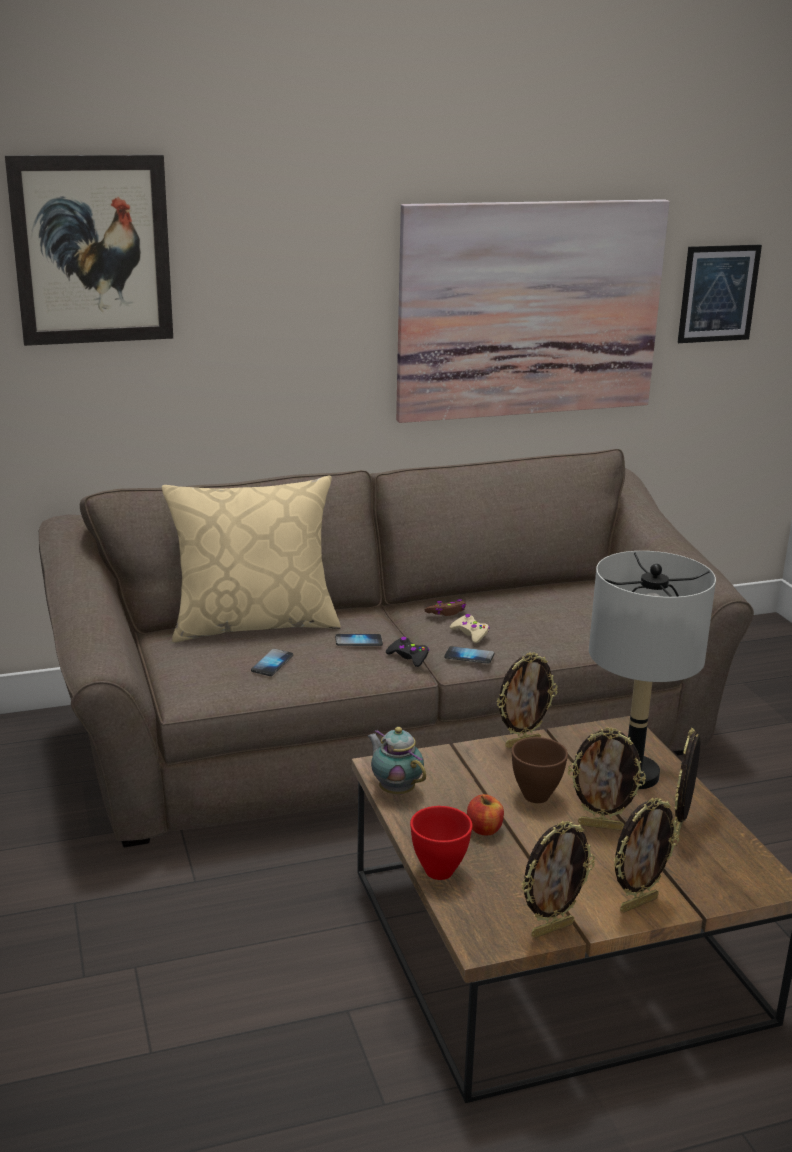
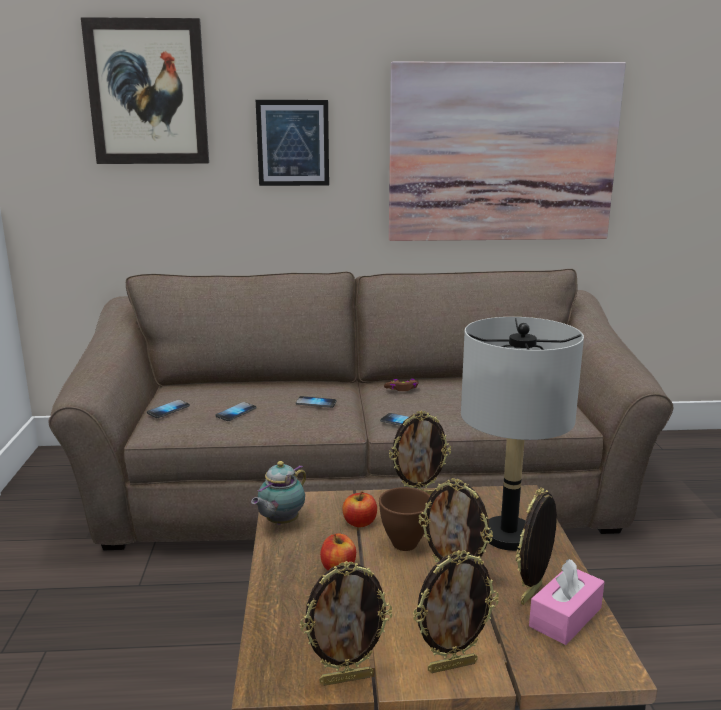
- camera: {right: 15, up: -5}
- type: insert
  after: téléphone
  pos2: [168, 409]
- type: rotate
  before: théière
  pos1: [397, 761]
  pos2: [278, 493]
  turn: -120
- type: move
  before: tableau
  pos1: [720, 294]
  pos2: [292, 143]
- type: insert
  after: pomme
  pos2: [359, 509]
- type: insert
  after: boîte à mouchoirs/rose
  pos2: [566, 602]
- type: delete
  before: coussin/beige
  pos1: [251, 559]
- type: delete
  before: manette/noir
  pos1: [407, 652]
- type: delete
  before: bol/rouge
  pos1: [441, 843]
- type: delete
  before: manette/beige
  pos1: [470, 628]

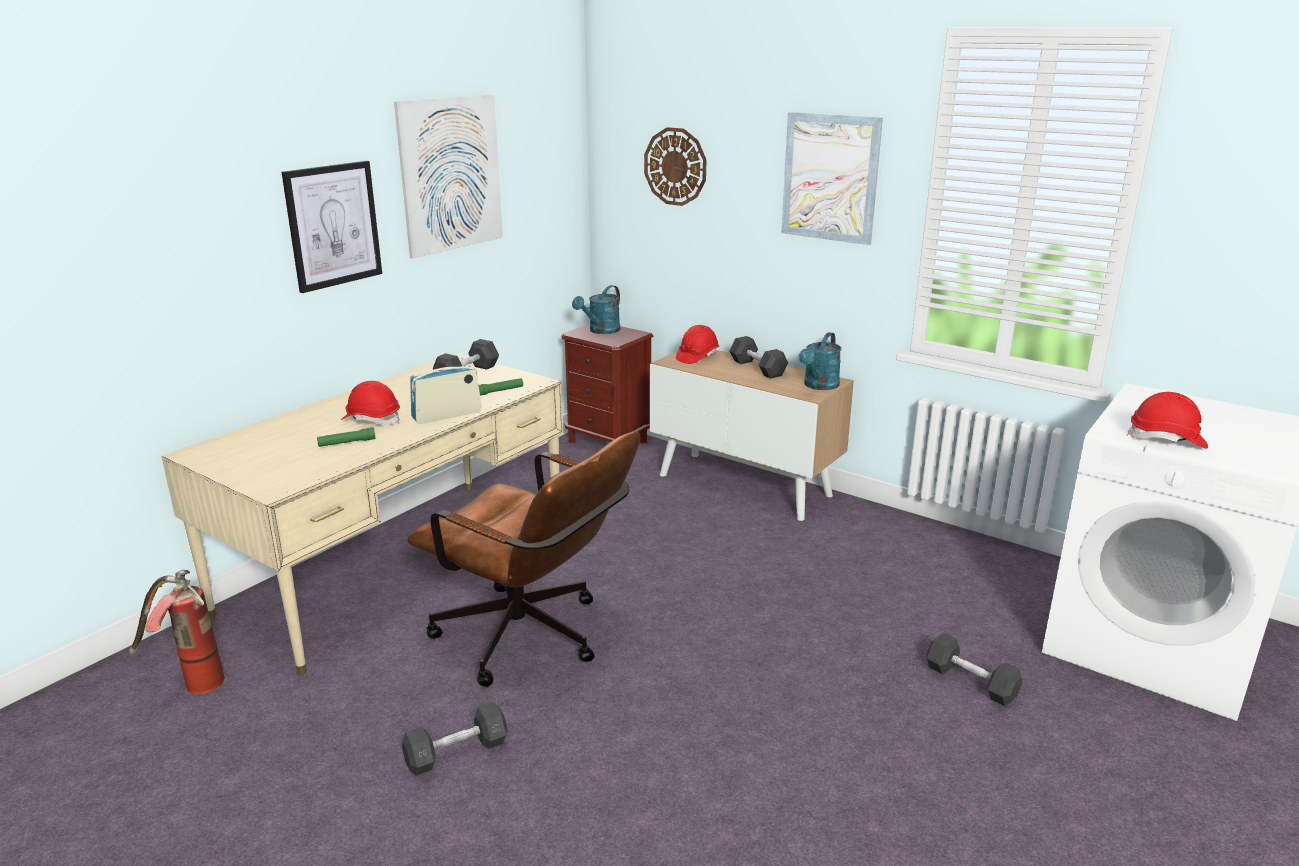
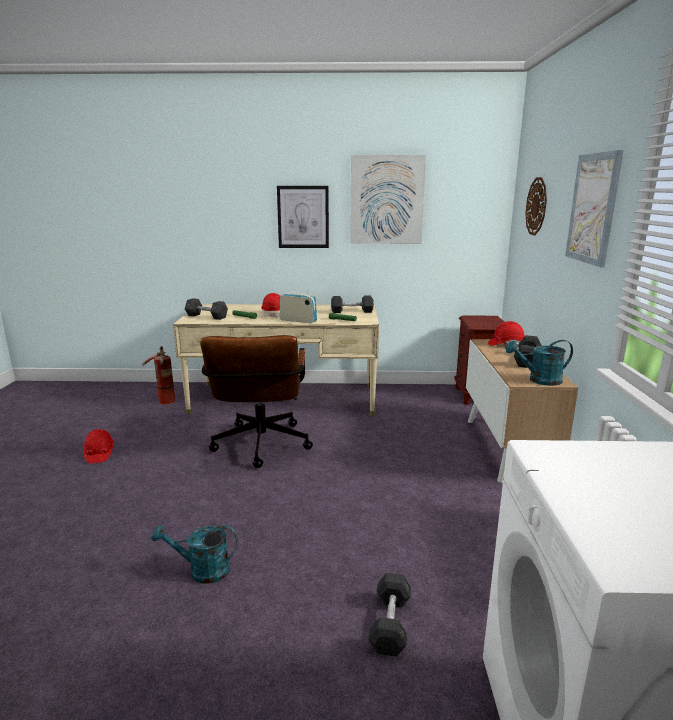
- camera: {right: 55, up: -5}
- type: move
  before: casque de chantier/rouge
  pos1: [1167, 420]
  pos2: [98, 446]
- type: move
  before: arrosoir/turquoise
  pos1: [596, 309]
  pos2: [194, 554]
- type: move
  before: haltère/gris
  pos1: [455, 739]
  pos2: [206, 309]

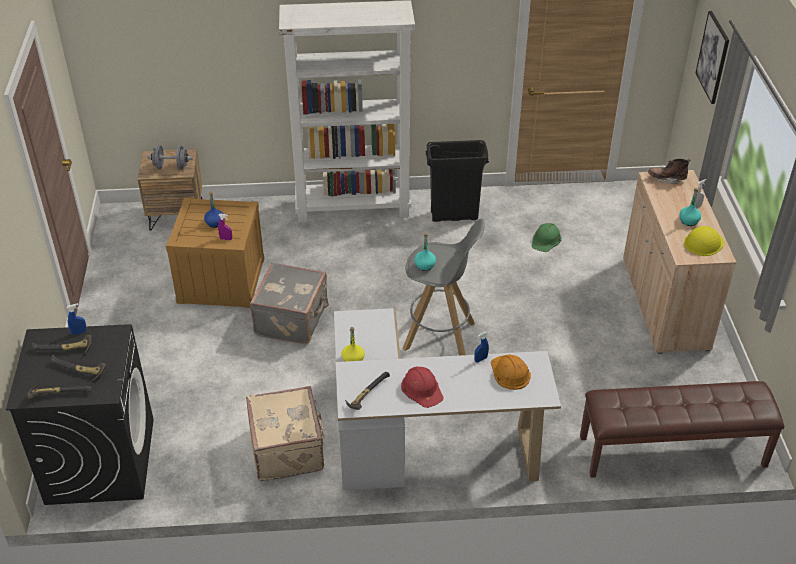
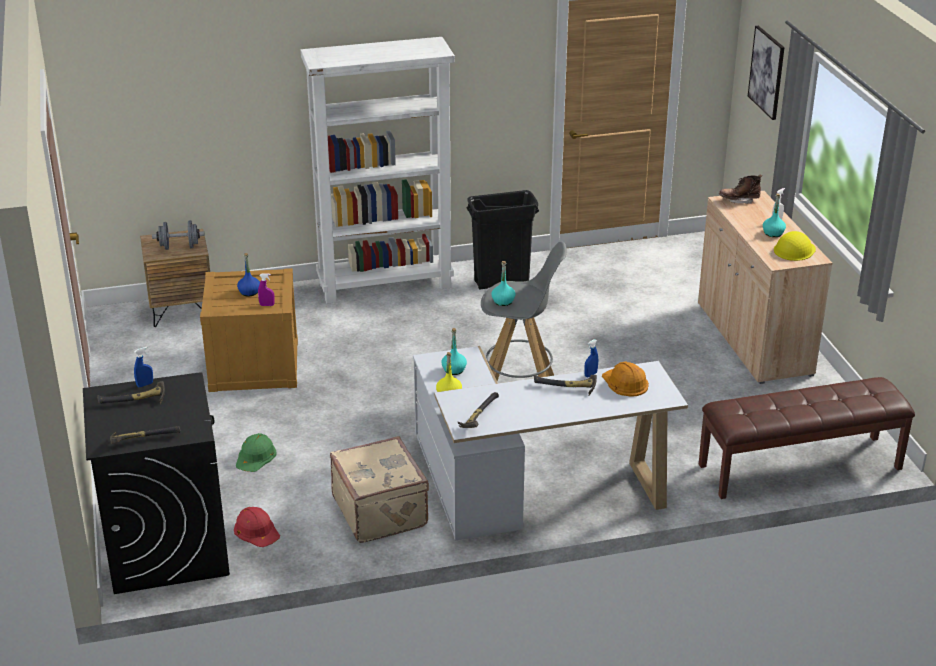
- camera: {right: -10, up: -10}
- type: move
  before: casque de chantier/rouge
  pos1: [422, 387]
  pos2: [257, 527]
- type: move
  before: casque de chantier/vert
  pos1: [546, 237]
  pos2: [256, 452]
- type: insert
  after: bouteille/turquoise
  pos2: [454, 351]
- type: move
  before: marteau
  pos1: [79, 369]
  pos2: [565, 385]
- type: delete
  before: valise/gris
  pos1: [289, 303]

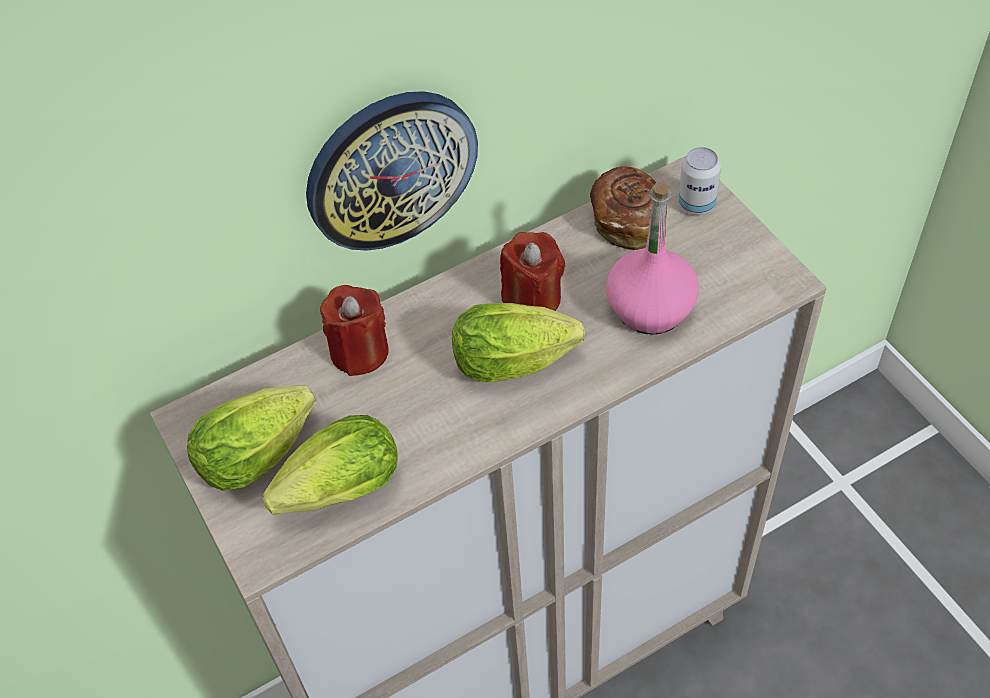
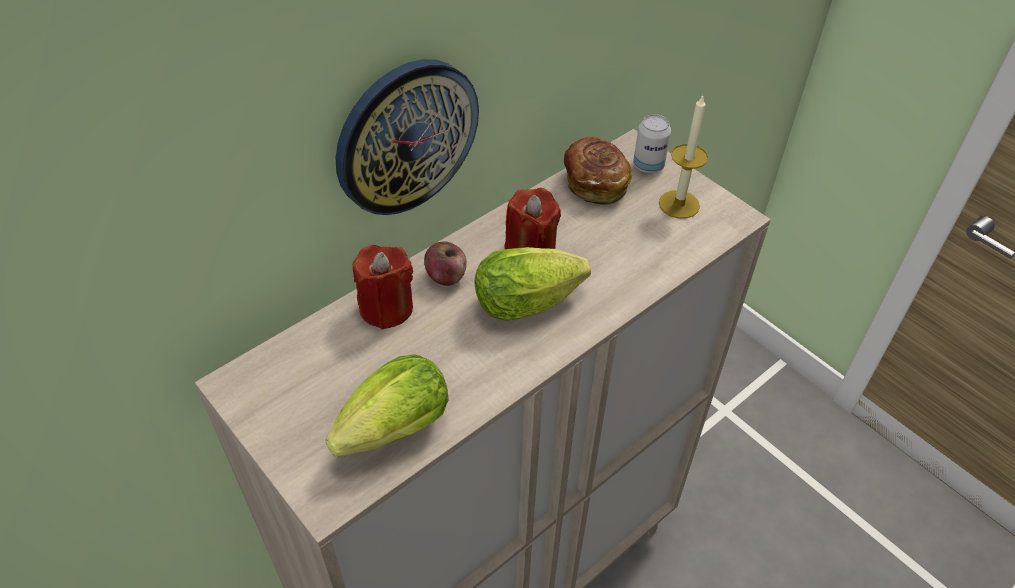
- camera: {right: -15, up: -5}
- type: insert
  after: pomme
  pos2: [445, 264]
- type: insert
  after: bougie
  pos2: [683, 157]
- type: delete
  before: laitue
  pos1: [251, 438]
- type: delete
  before: bouteille/rose
  pos1: [652, 258]

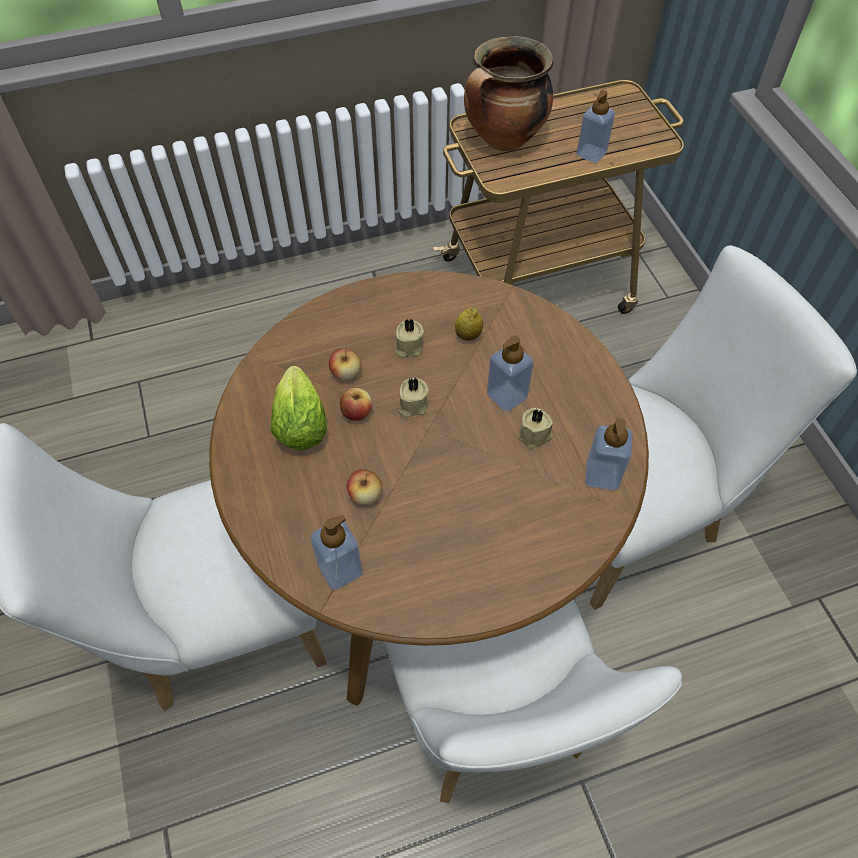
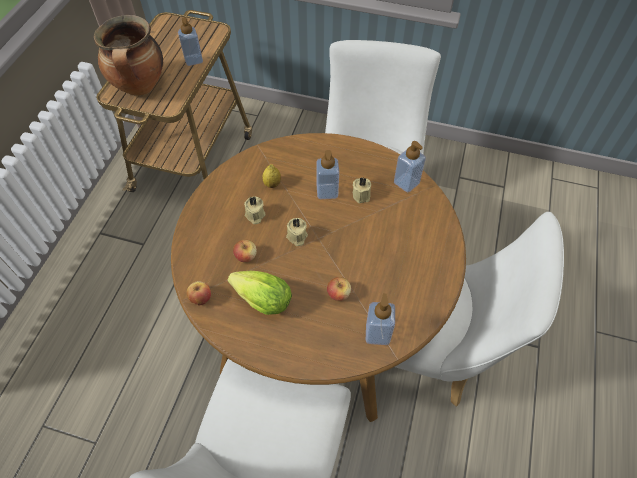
- camera: {right: -55, up: 0}
- type: move
  before: pomme
  pos1: [356, 404]
  pos2: [198, 293]

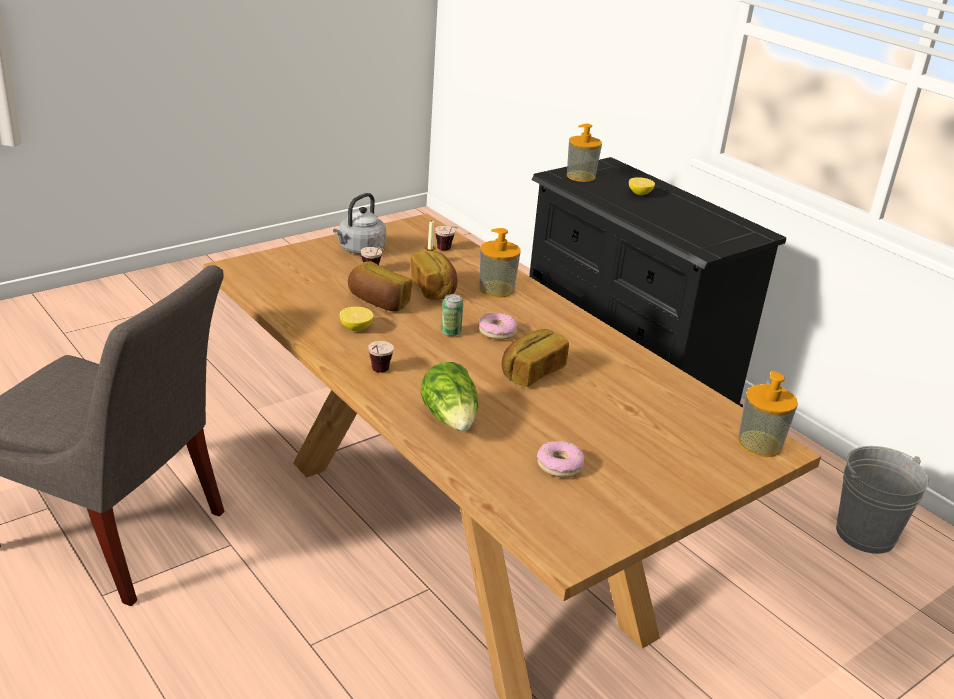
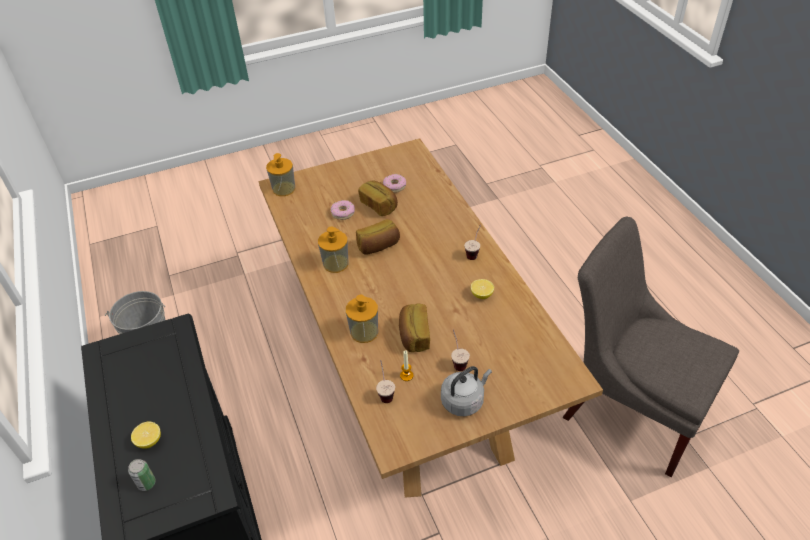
- camera: {right: -160, up: 15}
- type: move
  before: boîte métallique
  pos1: [452, 315]
  pos2: [142, 475]
- type: move
  before: distributeur de savon
  pos1: [584, 153]
  pos2: [333, 250]
- type: move
  before: beignet
  pos1: [497, 326]
  pos2: [343, 210]
- type: move
  before: pain
  pos1: [380, 286]
  pos2: [378, 198]
- type: delete
  before: laitue
  pos1: [449, 396]

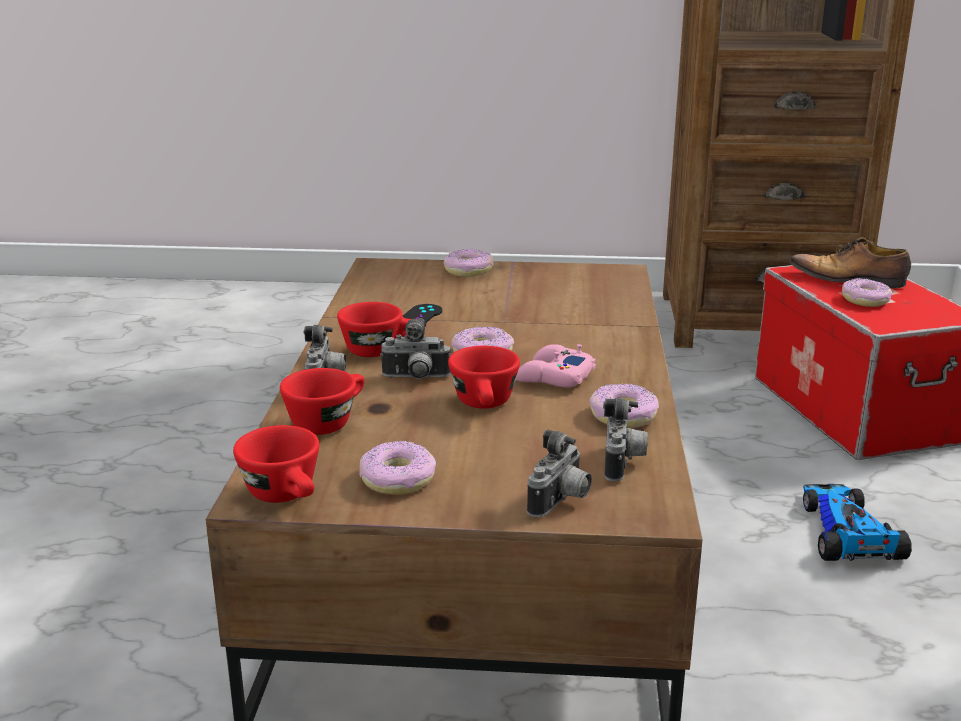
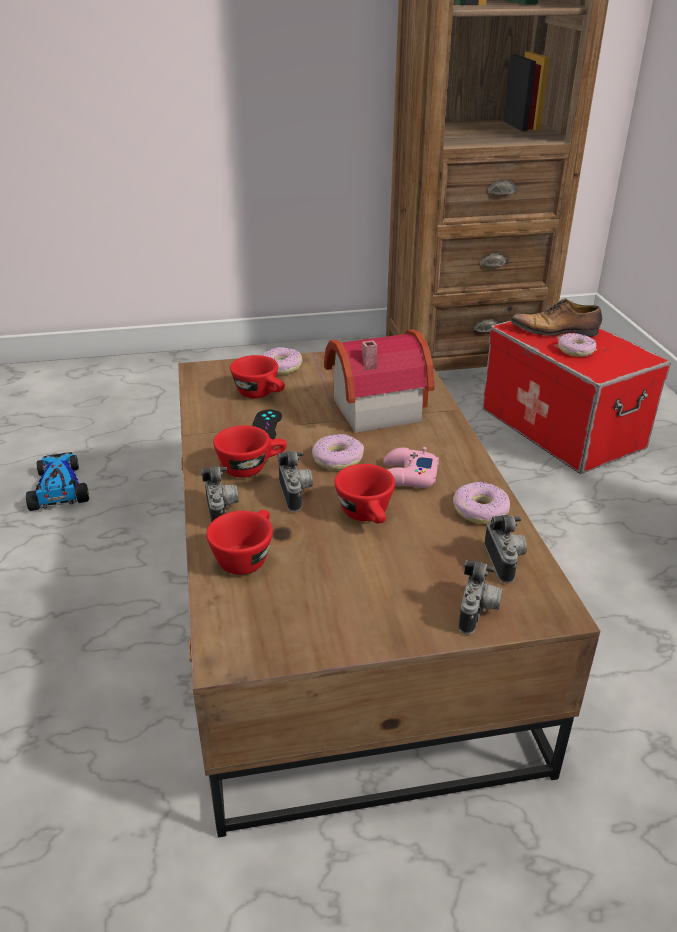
- camera: {right: -15, up: 10}
- type: move
  before: petite voiture
  pos1: [857, 522]
  pos2: [57, 481]
- type: move
  before: tasse/rouge
  pos1: [276, 464]
  pos2: [257, 376]
- type: rotate
  before: appareil photo
  pos1: [415, 348]
  pos2: [295, 481]
  turn: -90
- type: insert
  after: maison miniature
  pos2: [379, 381]
- type: delete
  before: beignet
  pos1: [397, 468]

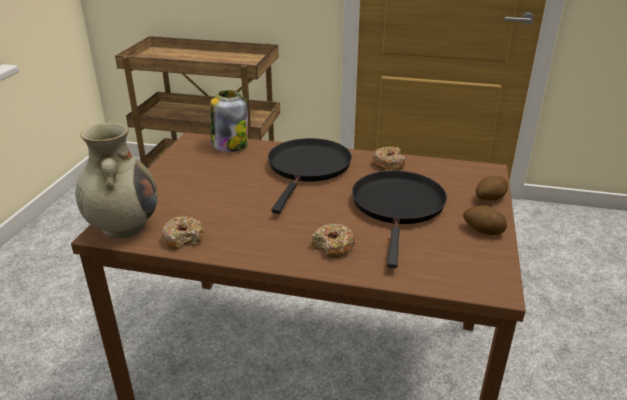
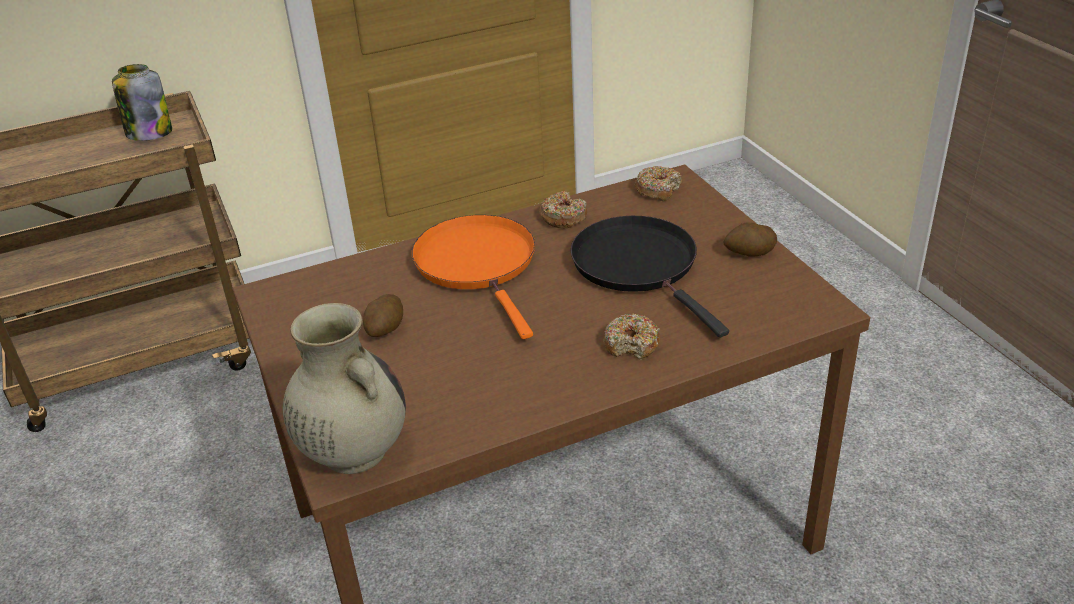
- camera: {right: -35, up: 5}
- type: move
  before: bocal
  pos1: [229, 121]
  pos2: [142, 102]
- type: move
  before: pomme de terre
  pos1: [492, 188]
  pos2: [383, 315]
- type: recolor
  before: poêle/noir
  after: poêle/orange
  pos1: [310, 176]
  pos2: [473, 277]
- type: move
  before: beignet
  pos1: [183, 232]
  pos2: [658, 183]

